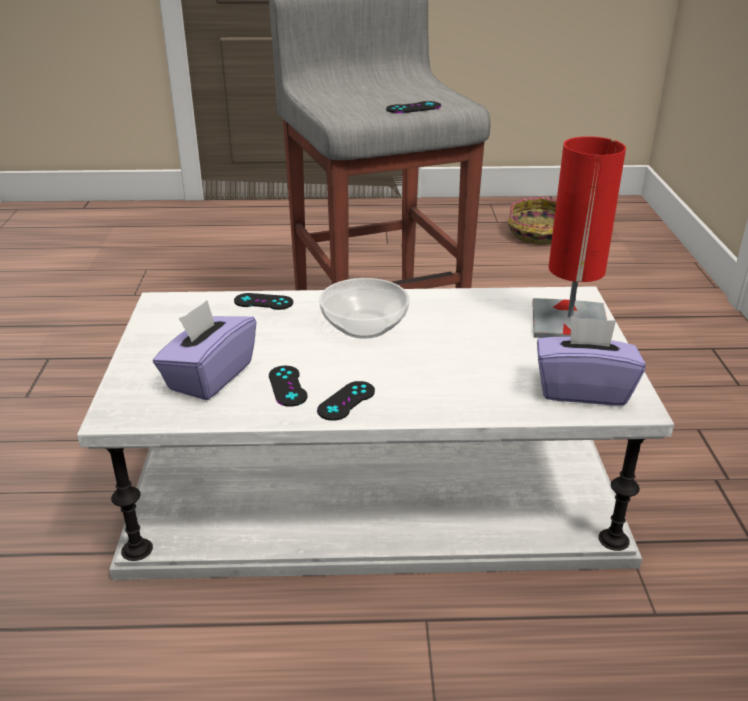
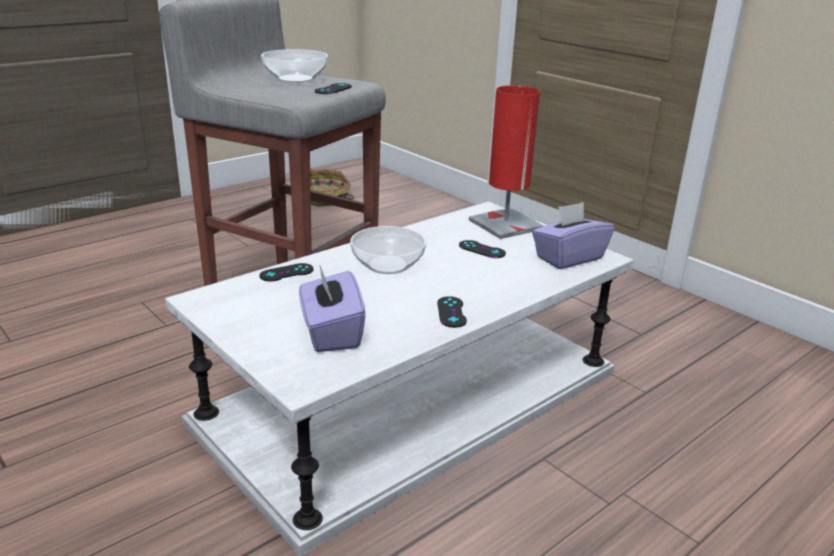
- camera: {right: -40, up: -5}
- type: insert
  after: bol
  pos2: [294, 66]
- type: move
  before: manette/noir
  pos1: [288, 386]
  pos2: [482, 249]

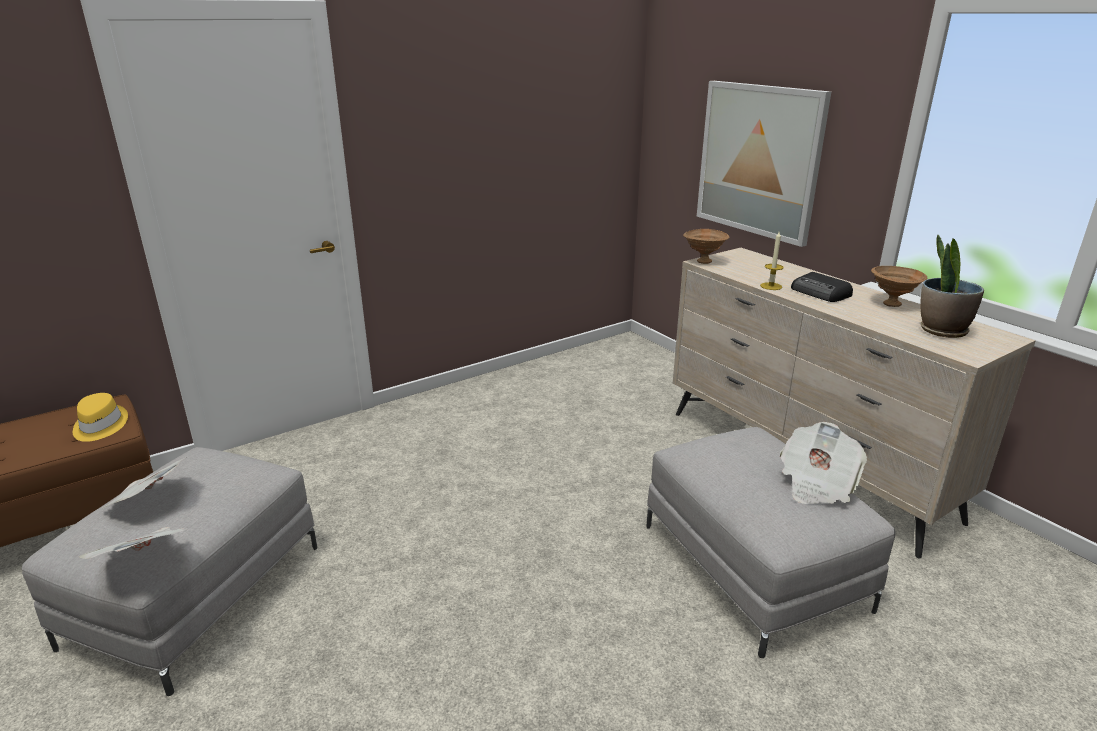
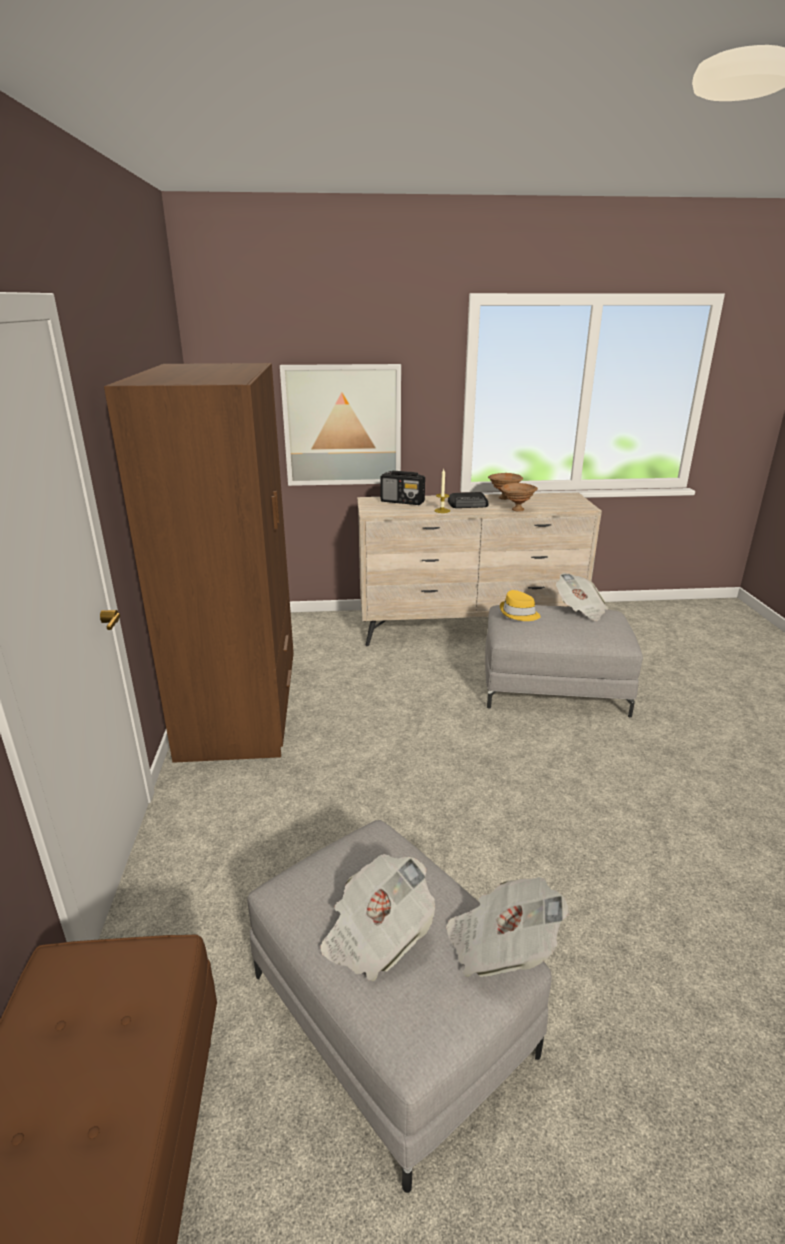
- camera: {right: -60, up: 0}
- type: insert
  after: armoire/marron
  pos2: [199, 563]
- type: insert
  after: radio
  pos2: [402, 488]
- type: move
  before: chapeau/jaune
  pos1: [100, 417]
  pos2: [520, 605]
- type: move
  before: bol/marron
  pos1: [706, 246]
  pos2: [519, 497]
- type: delete
  before: plante en pot
  pos1: [952, 286]

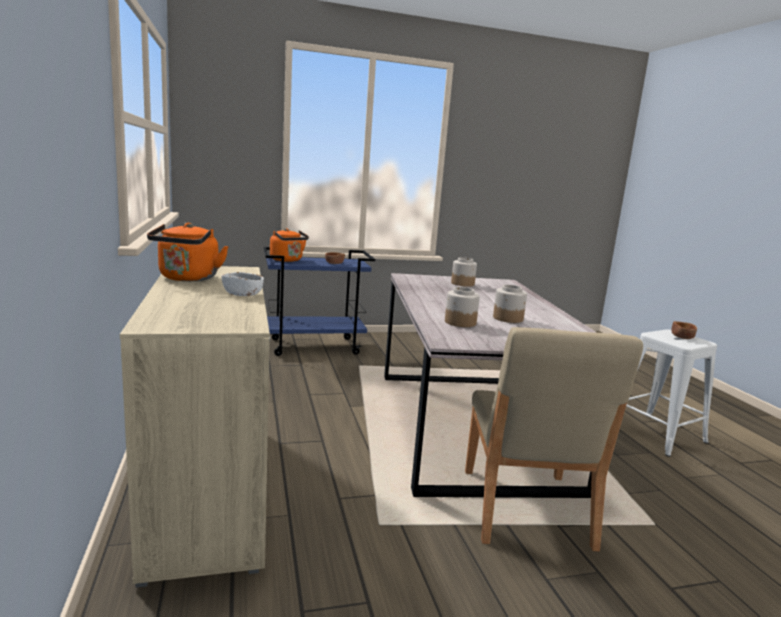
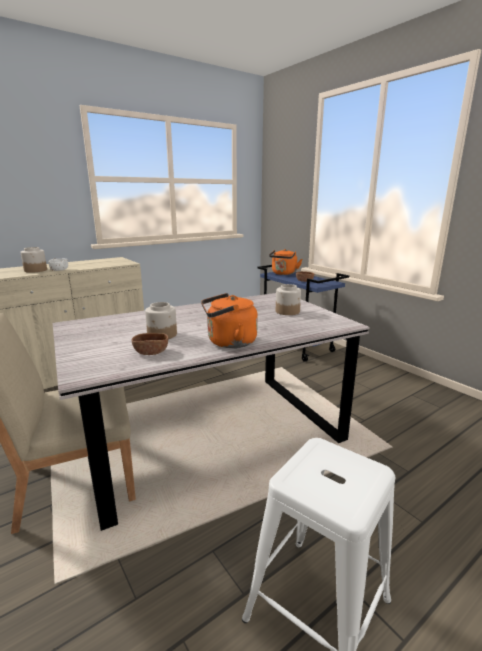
- camera: {right: 70, up: 5}
- type: move
  before: bocal
  pos1: [462, 307]
  pos2: [33, 260]
- type: move
  before: bol/marron
  pos1: [684, 330]
  pos2: [150, 344]
- type: move
  before: bouilloire/orange
  pos1: [188, 252]
  pos2: [229, 320]

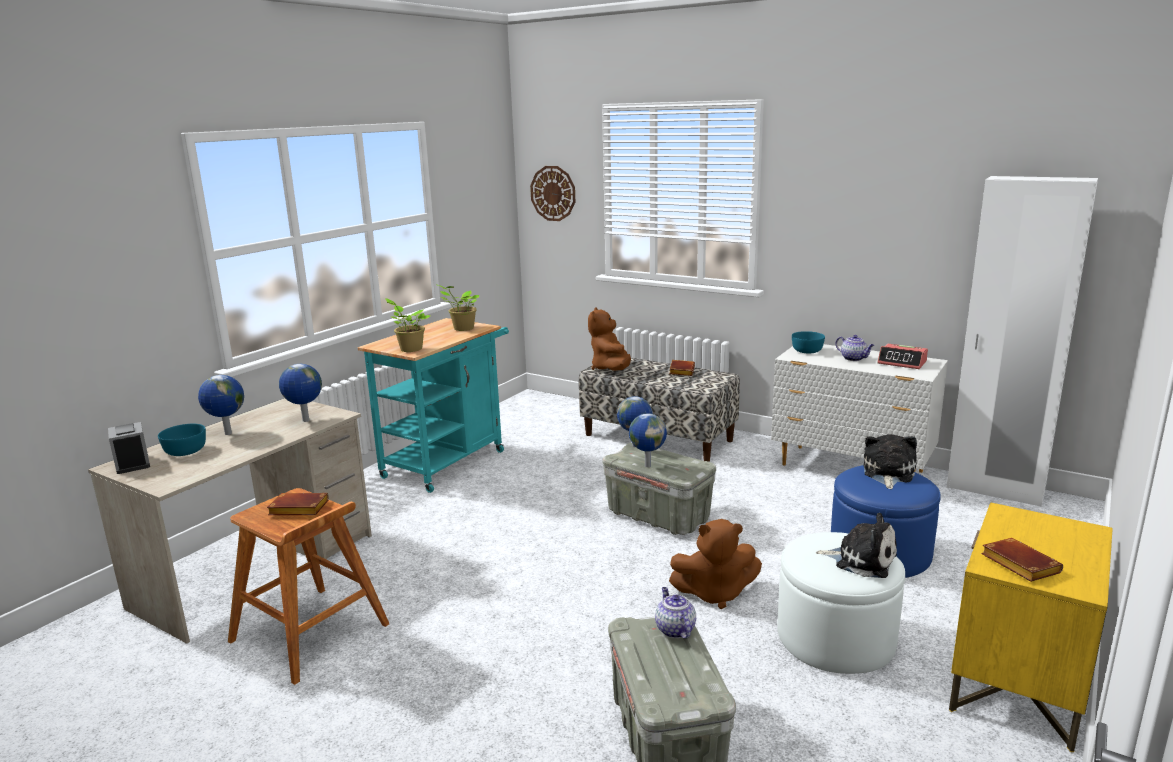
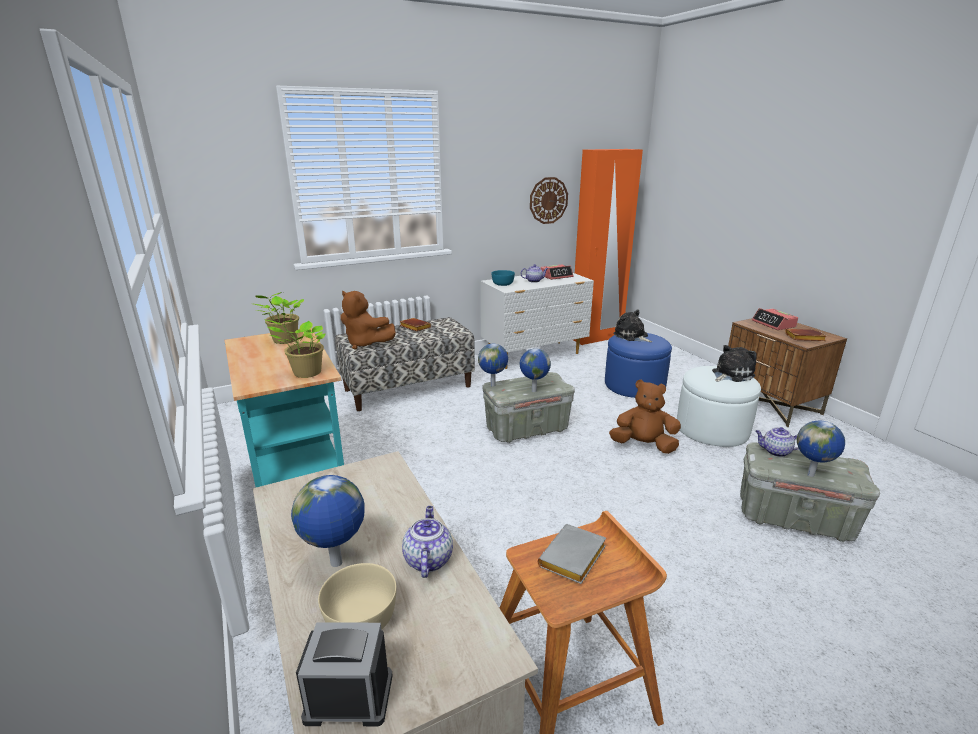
- camera: {right: -60, up: 5}
- type: recolor
  before: bol/turquoise
  after: bol/beige
  pos1: [182, 440]
  pos2: [357, 596]
- type: insert
  after: théière
  pos2: [427, 542]
- type: move
  before: horloge murale
  pos1: [552, 193]
  pos2: [549, 200]
- type: recolor
  before: livre/marron
  after: livre/gris
  pos1: [298, 504]
  pos2: [572, 554]
- type: recolor
  before: armoire/blanc
  after: armoire/orange
  pos1: [1022, 341]
  pos2: [608, 247]
- type: rotate
  before: peluche/marron
  pos1: [715, 564]
  pos2: [645, 417]
  turn: -105
- type: recolor
  before: table de chevet/jaune
  after: table de chevet/marron
  pos1: [1031, 627]
  pos2: [787, 372]
- type: insert
  after: réveil
  pos2: [775, 319]
- type: move
  before: globe
  pos1: [300, 393]
  pos2: [821, 449]

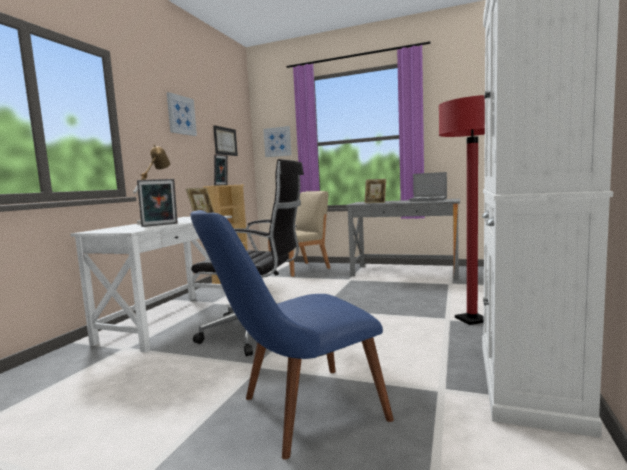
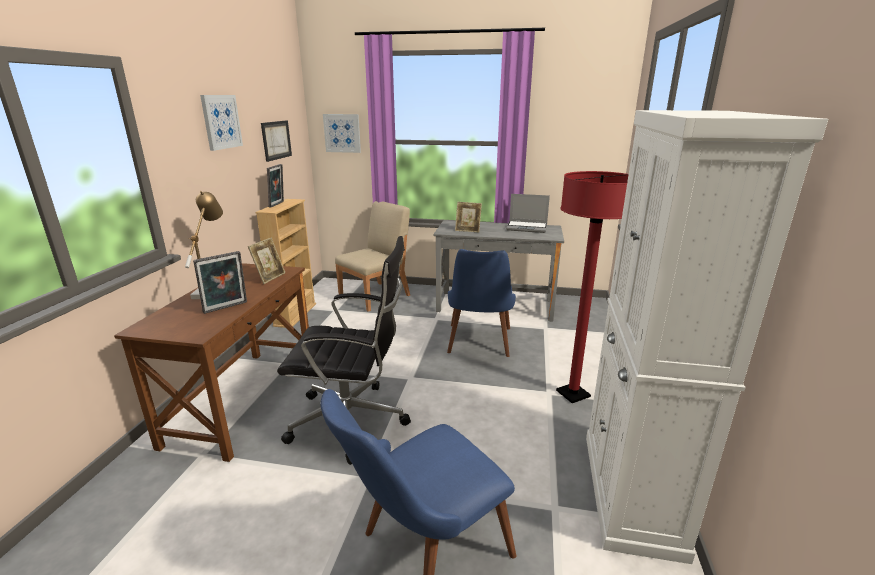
- camera: {right: -10, up: 15}
- type: recolor
  before: bureau/blanc
  after: bureau/marron
  pos1: [151, 284]
  pos2: [211, 362]
- type: insert
  after: chaise/bleu
  pos2: [481, 303]

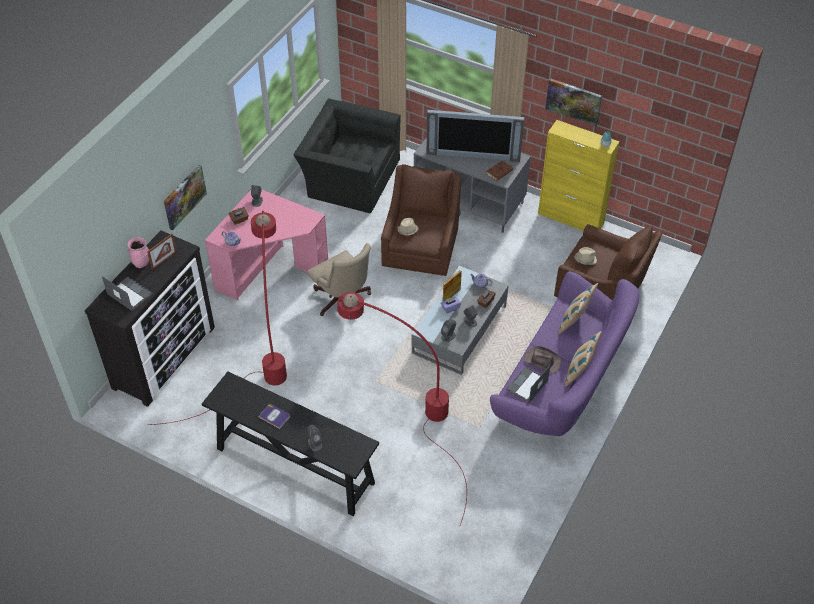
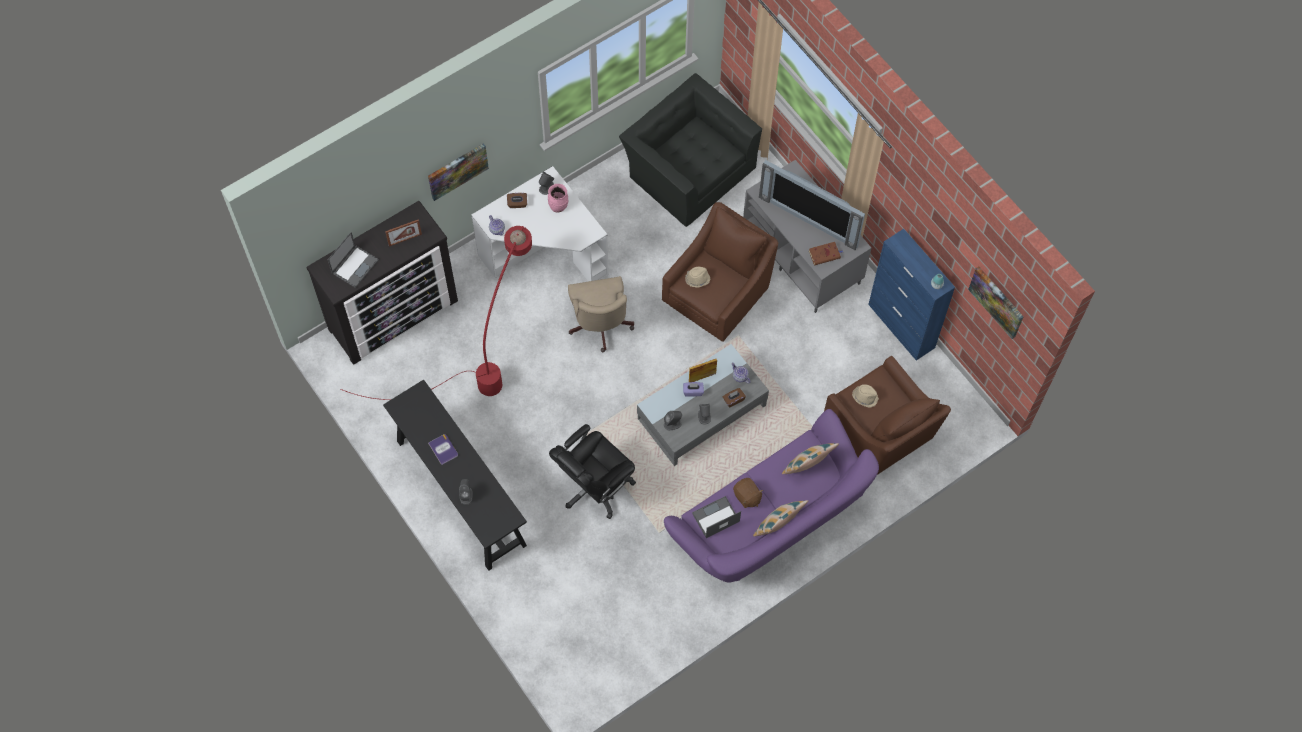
- camera: {right: 25, up: 15}
- type: rotate
  before: ordinateur portable
  pos1: [127, 293]
  pos2: [353, 260]
  turn: 60
- type: recolor
  before: bureau/rose
  after: bureau/blanc
  pos1: [266, 245]
  pos2: [540, 223]
- type: move
  before: vase/rose
  pos1: [138, 252]
  pos2: [558, 198]
- type: replace
  before: lampadaire/rouge
  after: chaise de bureau/noir
  pos1: [402, 408]
  pos2: [592, 471]
- type: replace
  before: chapeau/marron
  after: peluche/marron
  pos1: [543, 359]
  pos2: [748, 493]
- type: recolor
  before: meuble de rangement/jaune
  after: meuble de rangement/bleu
  pos1: [578, 175]
  pos2: [911, 295]
- type: move
  before: tableau
  pos1: [573, 102]
  pos2: [996, 302]

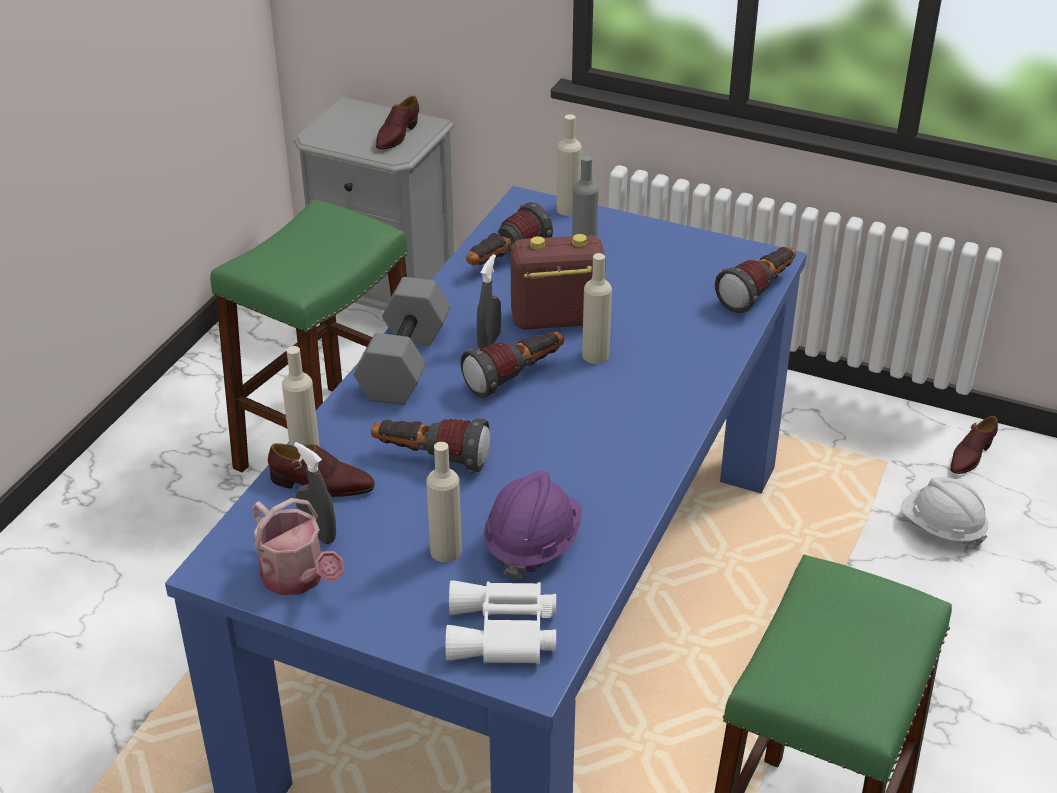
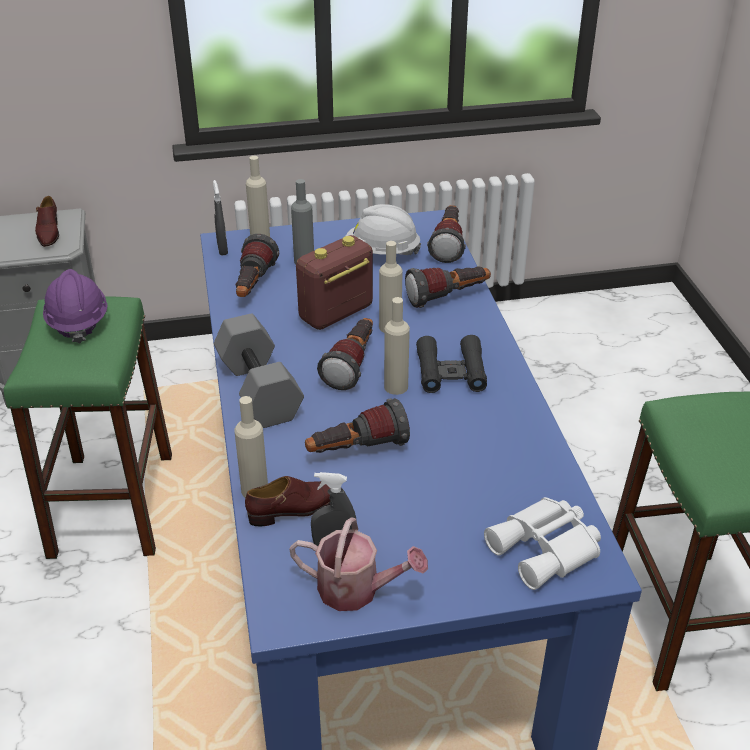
- camera: {right: -35, up: 0}
- type: move
  before: casque de chantier/violet
  pos1: [533, 525]
  pos2: [75, 306]
- type: move
  before: vaporisateur/gris
  pos1: [489, 301]
  pos2: [220, 218]
- type: move
  before: casque de chantier/blanc
  pos1: [944, 512]
  pos2: [383, 229]
- type: move
  before: bouteille/beige
  pos1: [444, 502]
  pos2: [397, 346]
- type: insert
  after: lampe de poche
  pos2: [448, 287]
- type: insert
  after: jumelles/noir
  pos2: [451, 364]
- type: delete
  before: chaussure/marron
  pos1: [974, 445]

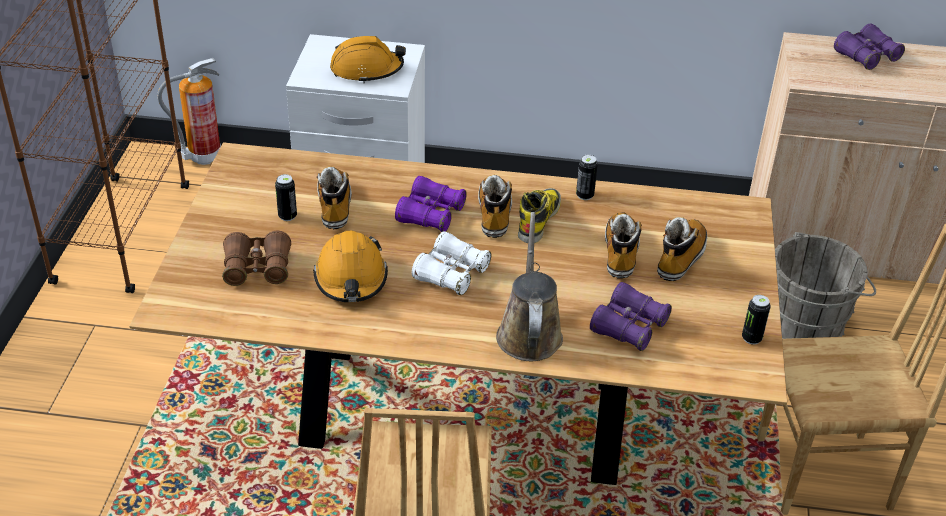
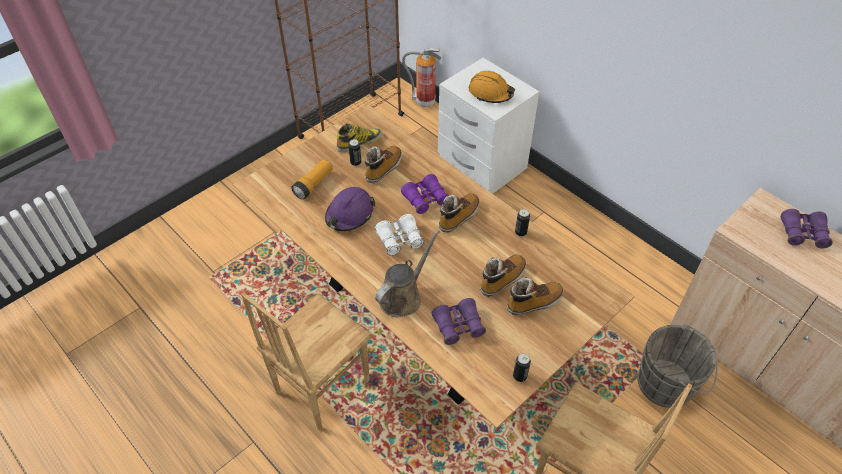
- camera: {right: 40, up: 10}
- type: replace
  before: jumelles/marron
  after: lampe de poche
  pos1: [256, 258]
  pos2: [312, 179]
- type: recolor
  before: casque de chantier/orange
  after: casque de chantier/violet
  pos1: [350, 266]
  pos2: [350, 209]
- type: move
  before: botte
  pos1: [539, 215]
  pos2: [360, 138]

